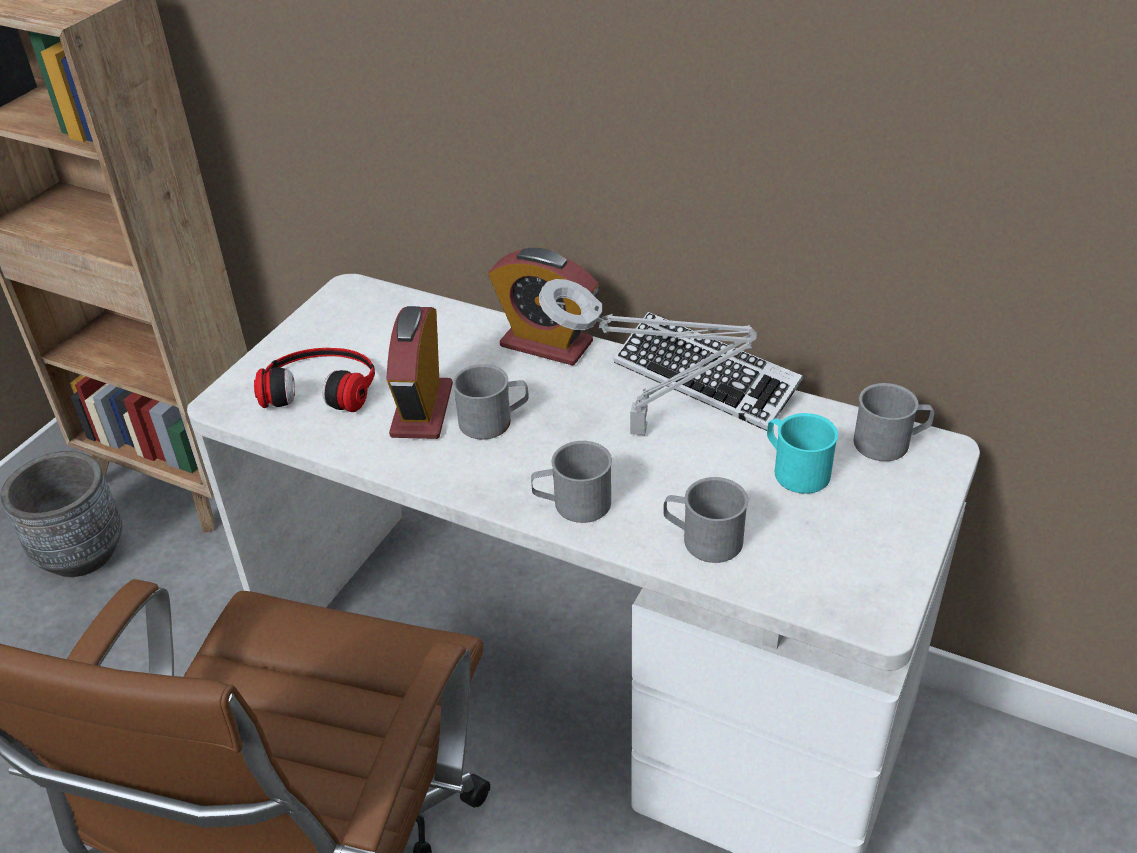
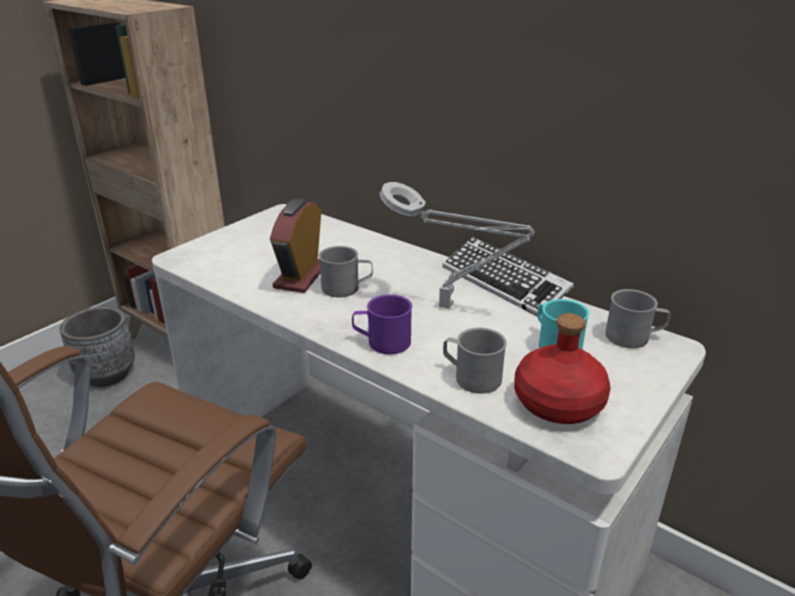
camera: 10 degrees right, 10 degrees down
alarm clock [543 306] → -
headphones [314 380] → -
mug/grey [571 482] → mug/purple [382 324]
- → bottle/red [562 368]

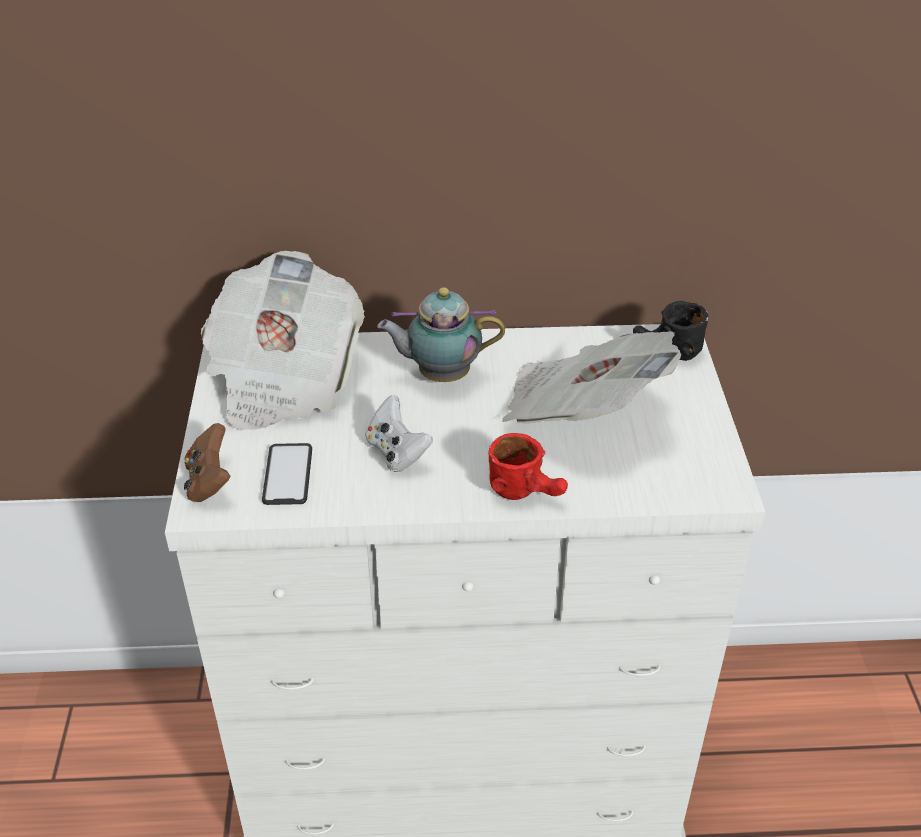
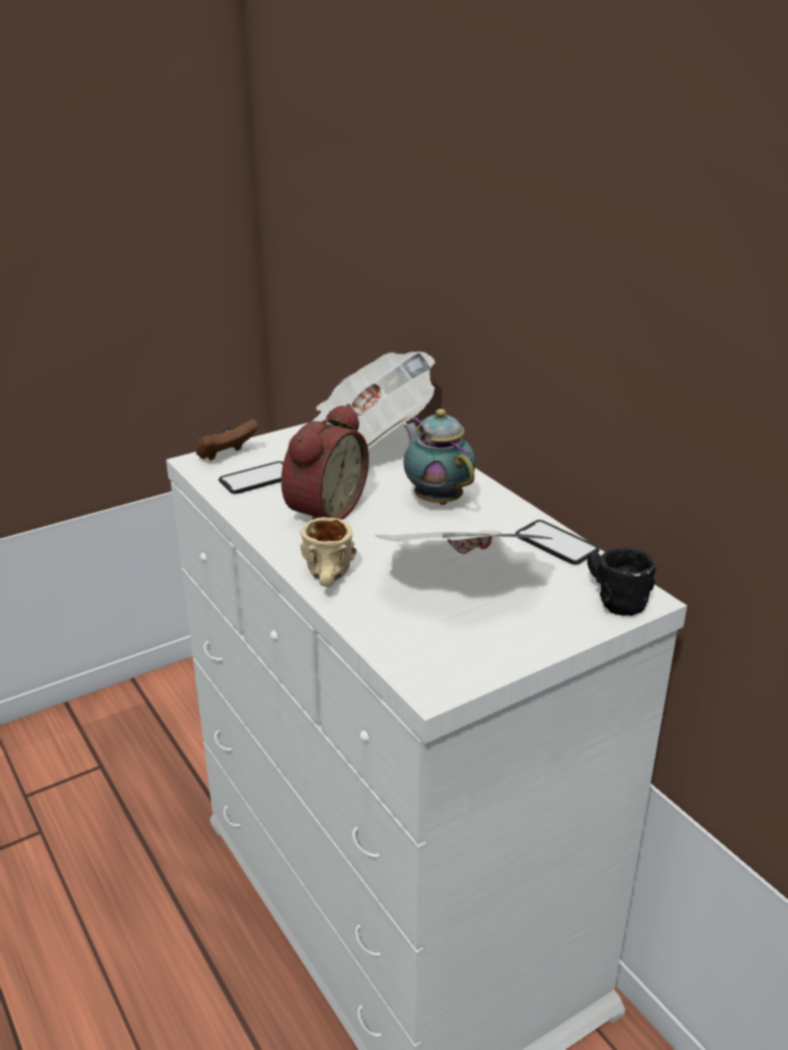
camera: 60 degrees right, 10 degrees down
game controller/white [399 433] → alarm clock [325 462]
mug/red [528 466] → mug/beige [328 552]
- → phone [557 542]

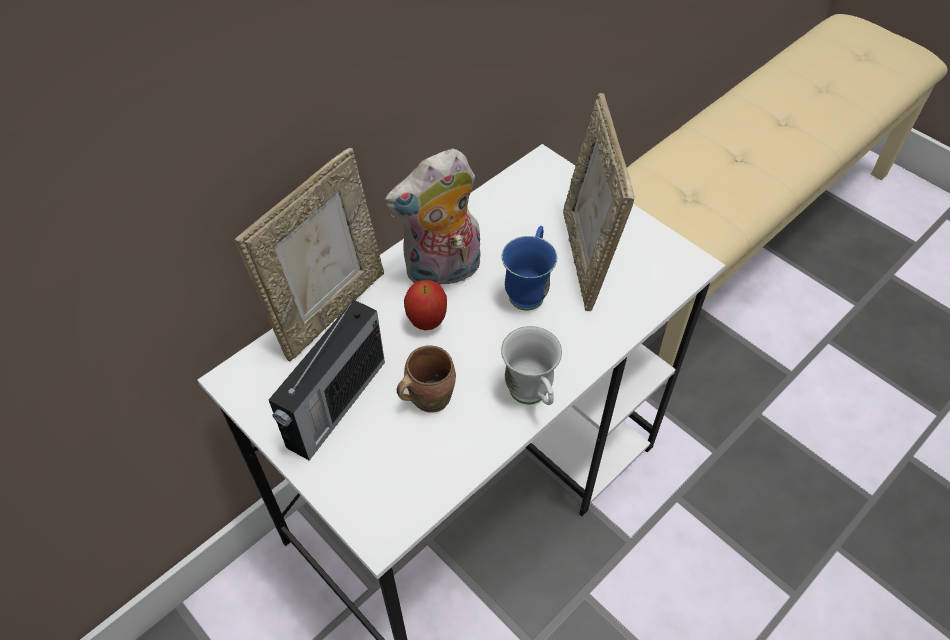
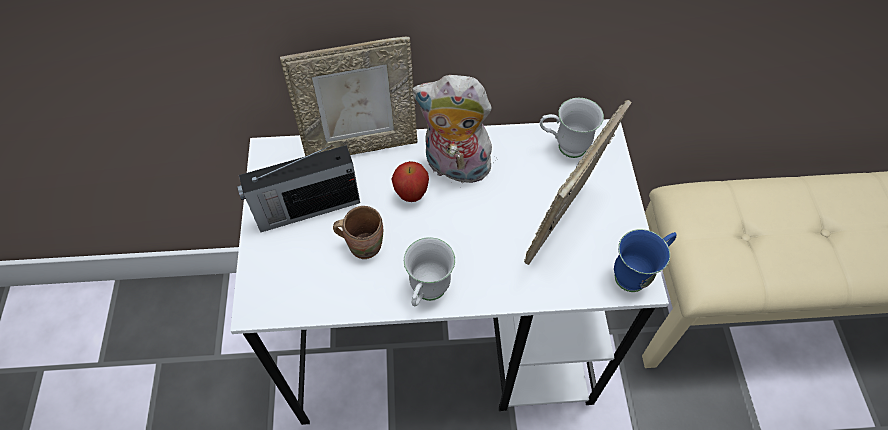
camera: 40 degrees right, 5 degrees up
mug/blue [529 268] → mug/blue [645 260], relocated
- → mug/white [572 128]

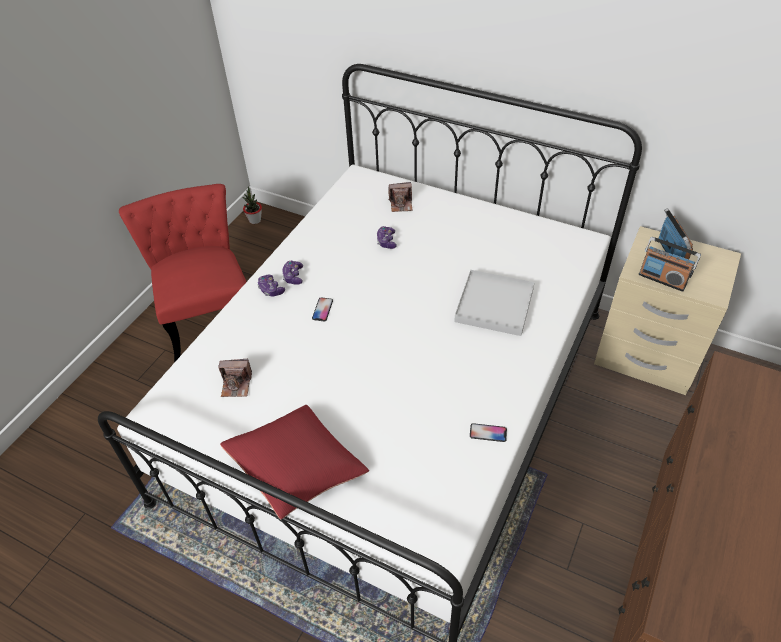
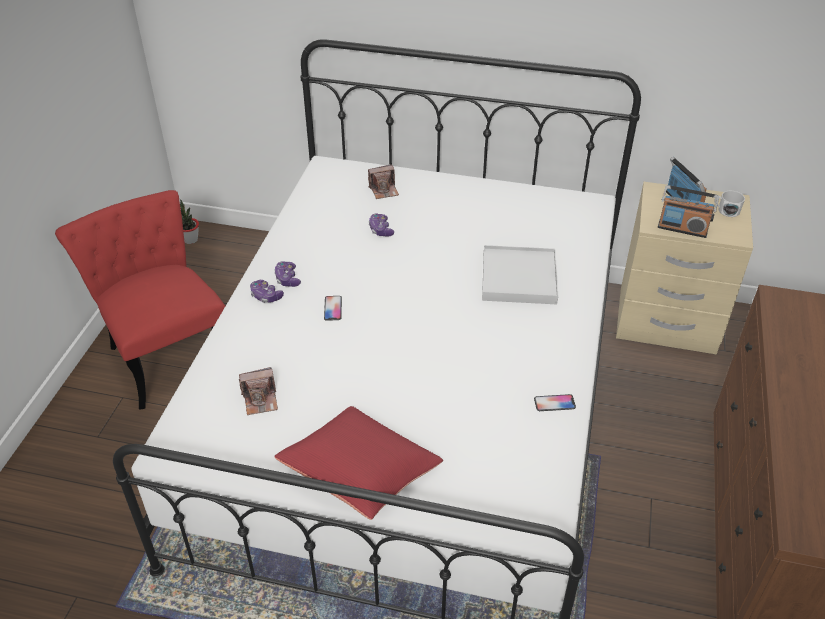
camera: 15 degrees left, 5 degrees down
- → mug/white [729 204]

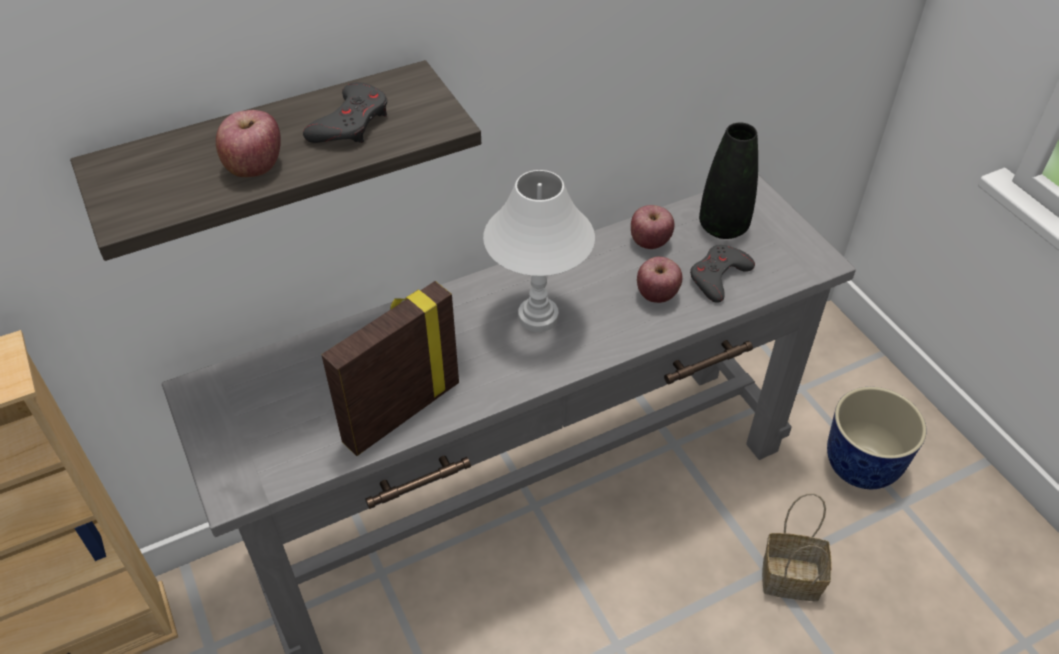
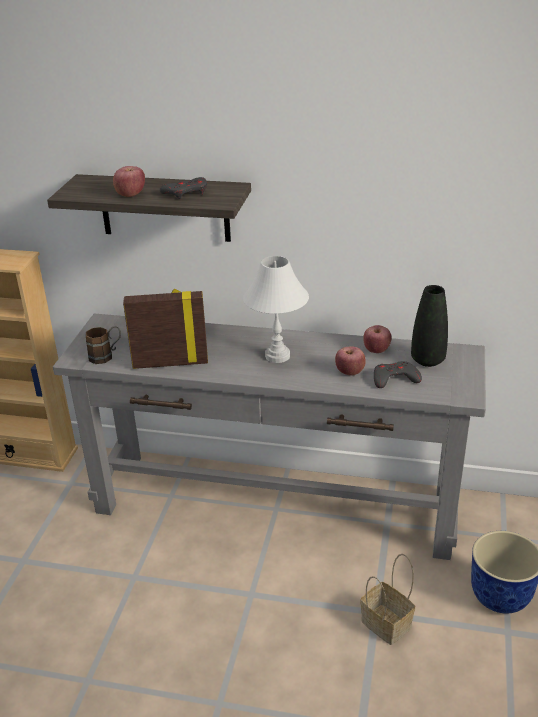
camera: 40 degrees right, 15 degrees down
- → mug/brown [103 345]

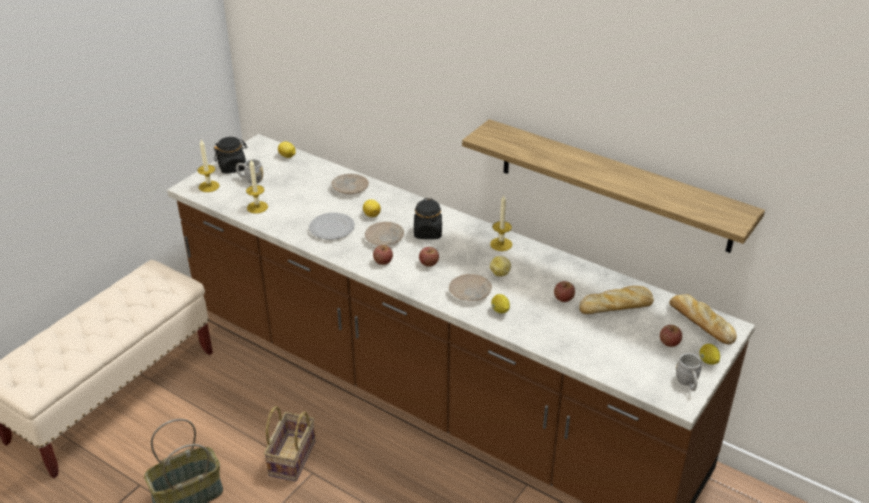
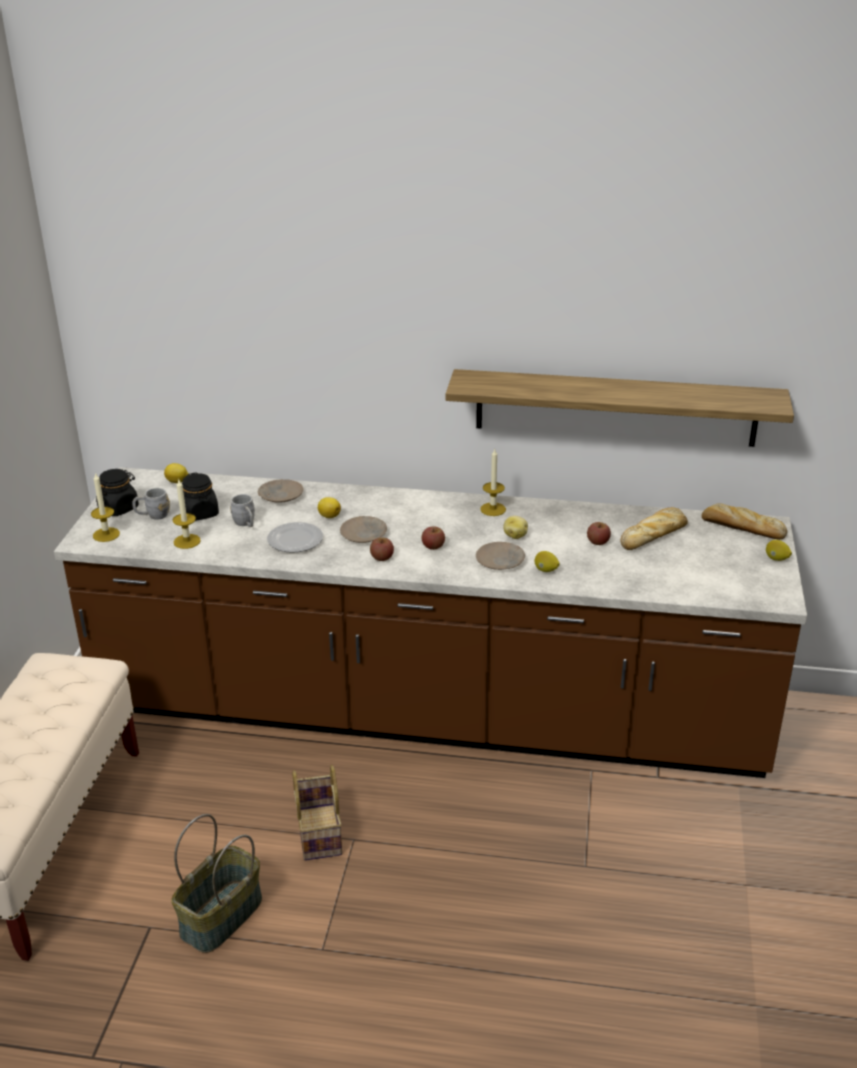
camera: 25 degrees left, 5 degrees down
jar/black [428 218] → jar/black [200 496], relocated
apple [671 336] → -
mug/grey [688 372] → mug/grey [242 510], relocated

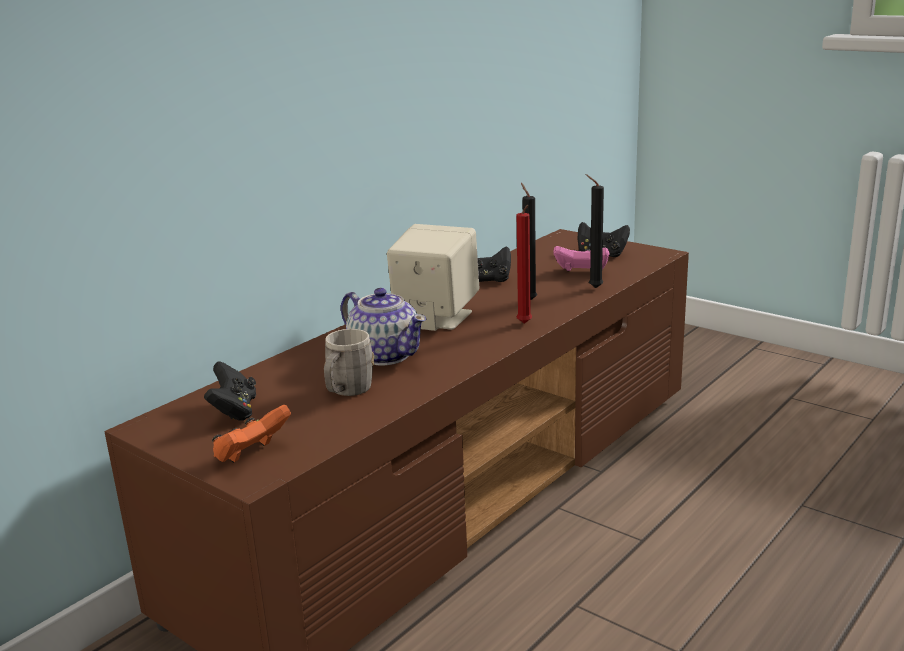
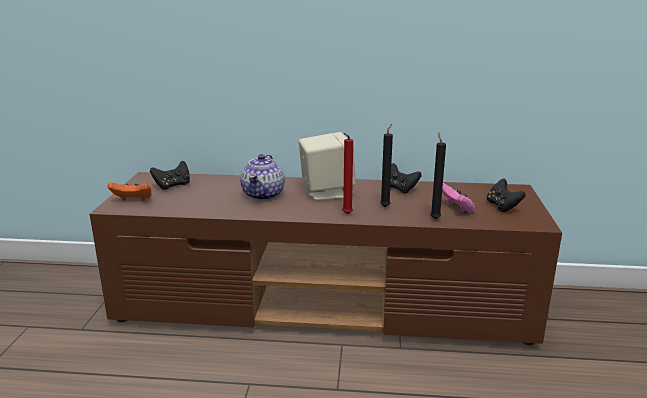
camera: 55 degrees right, 0 degrees up
mug/grey [349 362] → -

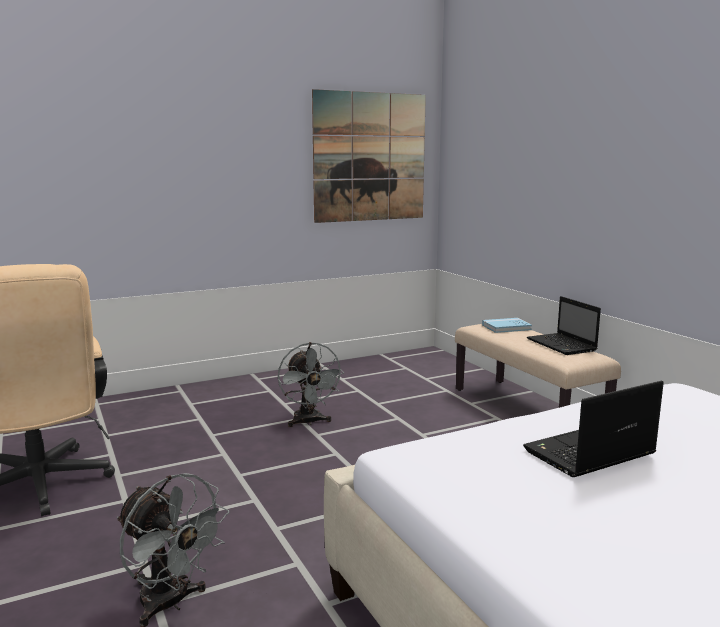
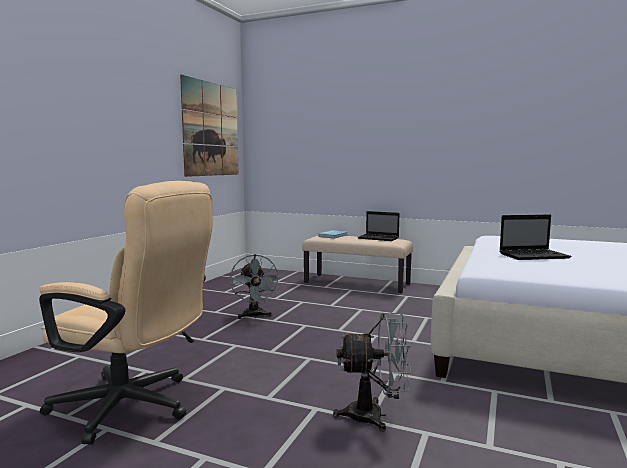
camera: 40 degrees left, 5 degrees down
fan/grey [311 384] → fan/grey [254 286], 45 degrees clockwise
laptop [593 429] → laptop [536 237], 120 degrees counterclockwise

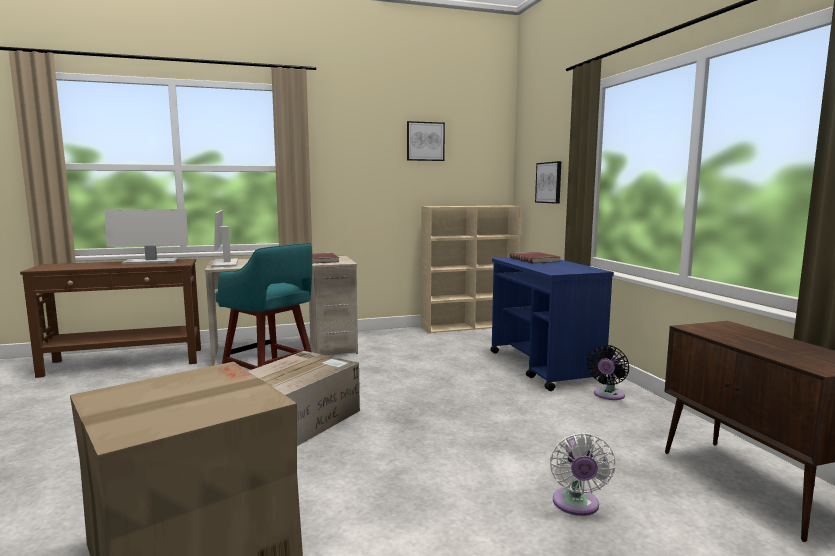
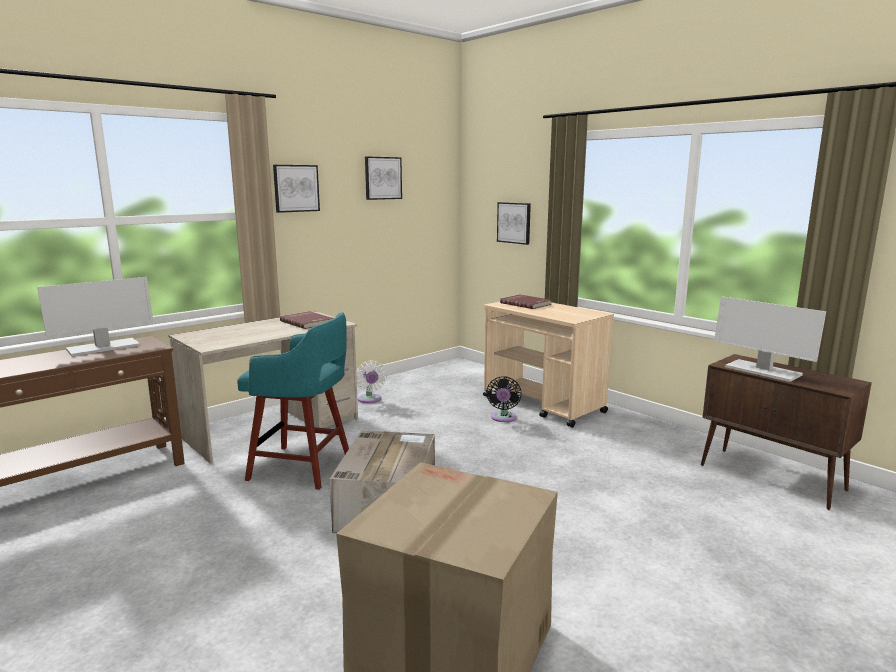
camera: 25 degrees left, 5 degrees up
bookcase/beige [471 269] → -
monitor [224 238] → monitor [770 339], relocated
cart/blue [552 324] → cart/beige [548 365]
fan/black [608 372] → fan/black [503 399], relocated
fan/white [582 474] → fan/white [371 381], relocated
- → picture [296 189]

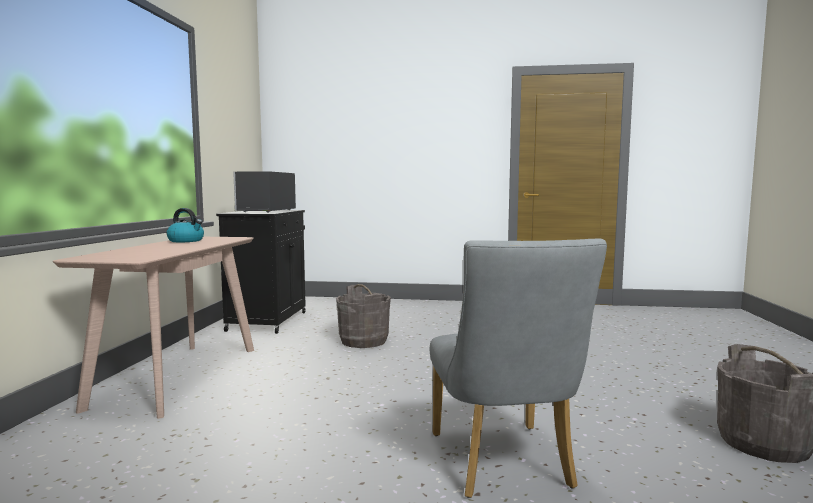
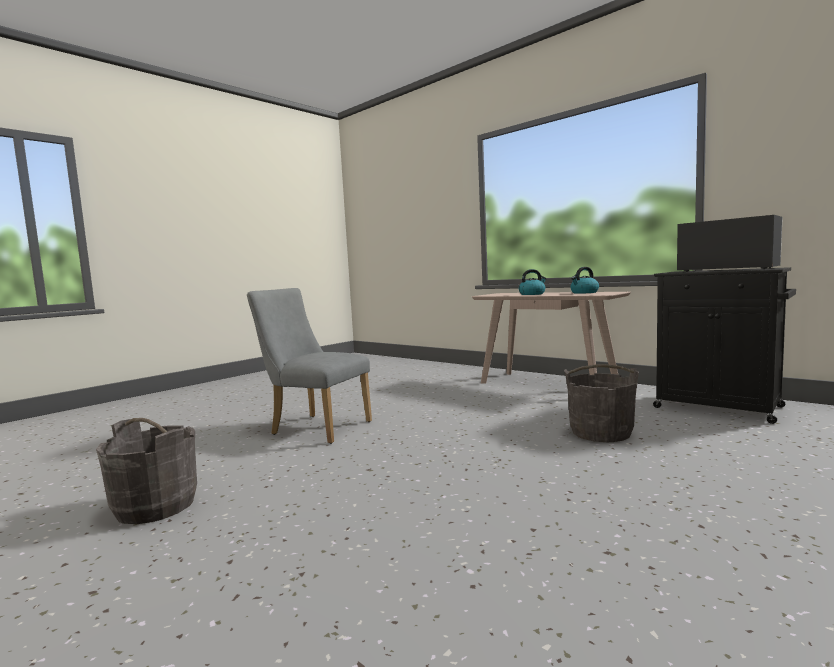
camera: 125 degrees right, 0 degrees up
- → kettle [533 282]

